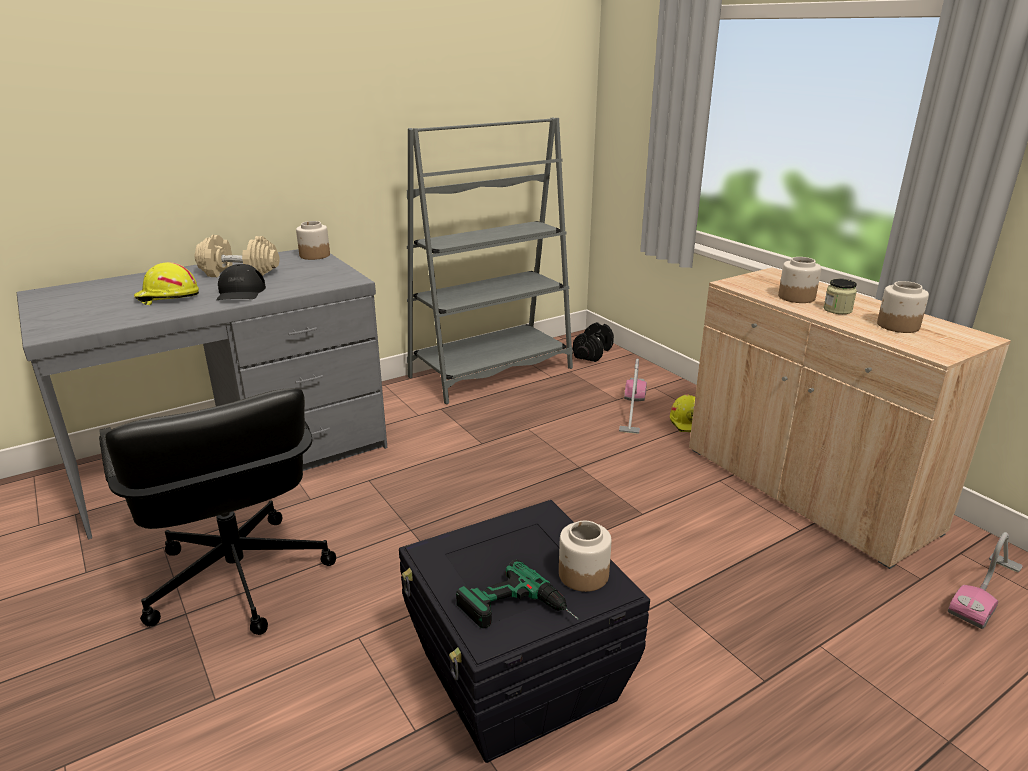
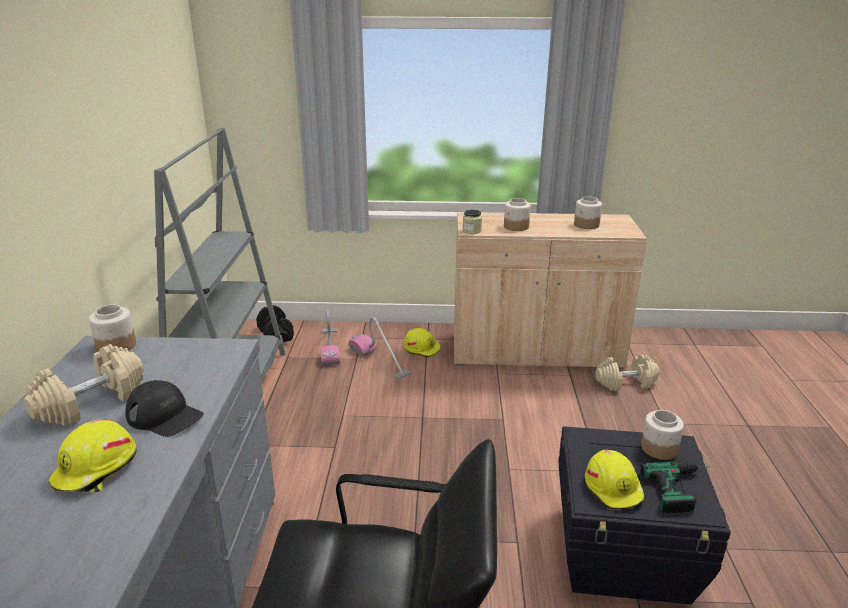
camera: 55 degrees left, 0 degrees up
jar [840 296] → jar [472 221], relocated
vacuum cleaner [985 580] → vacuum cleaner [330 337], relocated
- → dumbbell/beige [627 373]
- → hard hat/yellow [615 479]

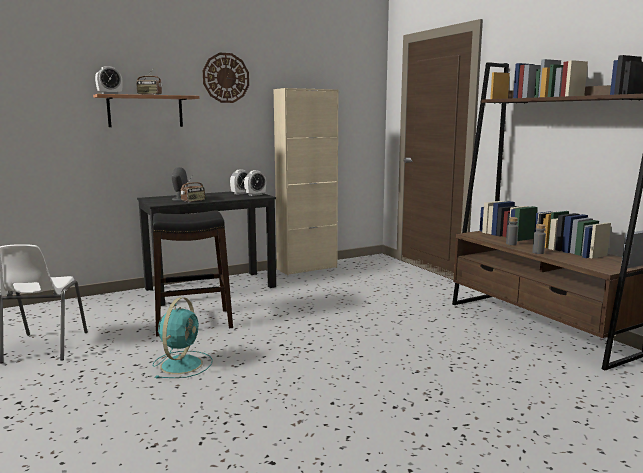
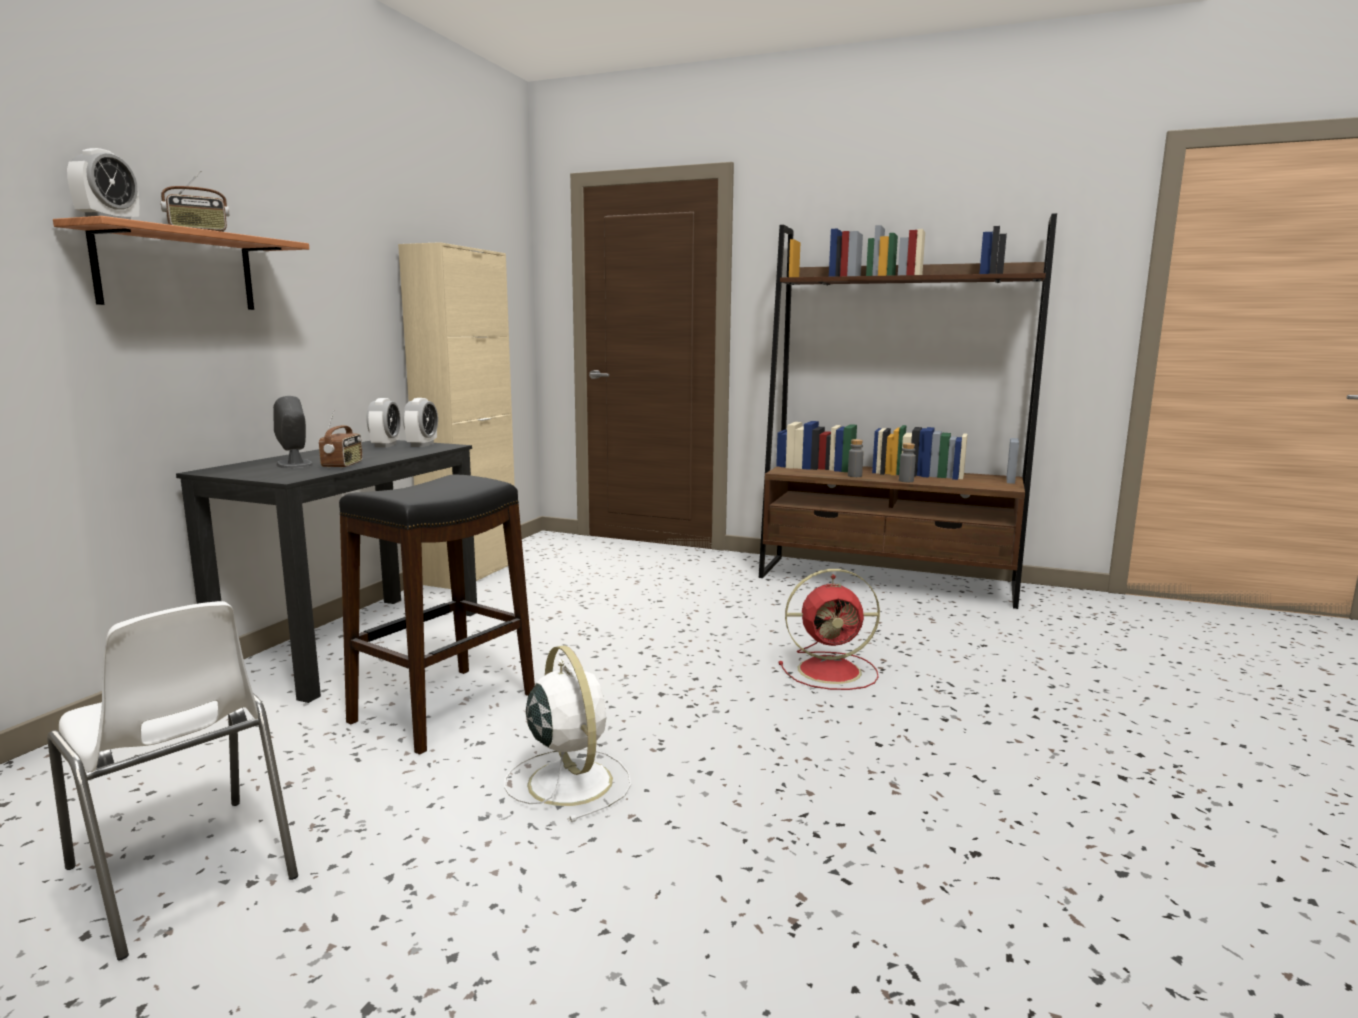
camera: 40 degrees left, 0 degrees up
wall clock [226 78] → -
fan/turquoise [183 337] → fan/white [567 733]
- → fan/red [829 629]

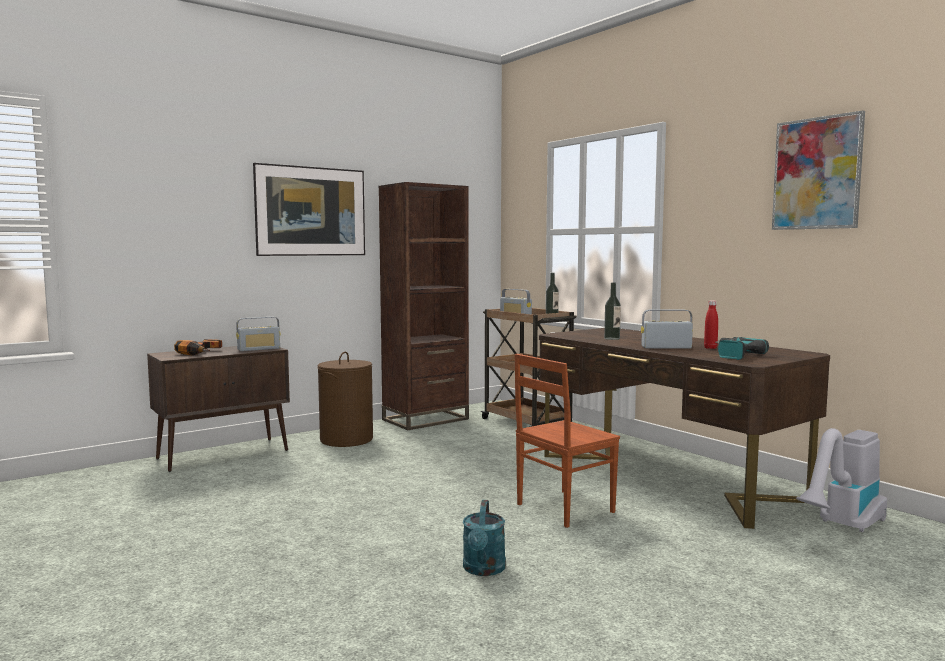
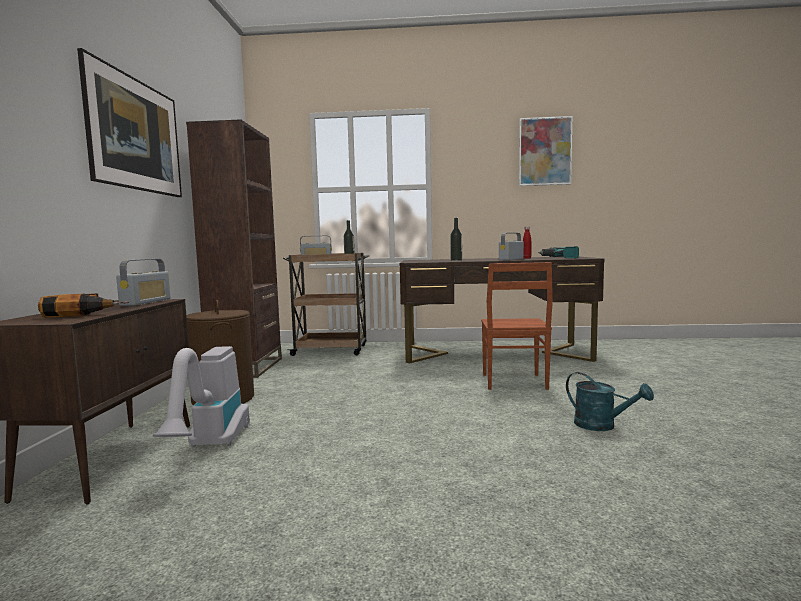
camera: 50 degrees left, 0 degrees up
vacuum cleaner [841 480] → vacuum cleaner [201 396], relocated

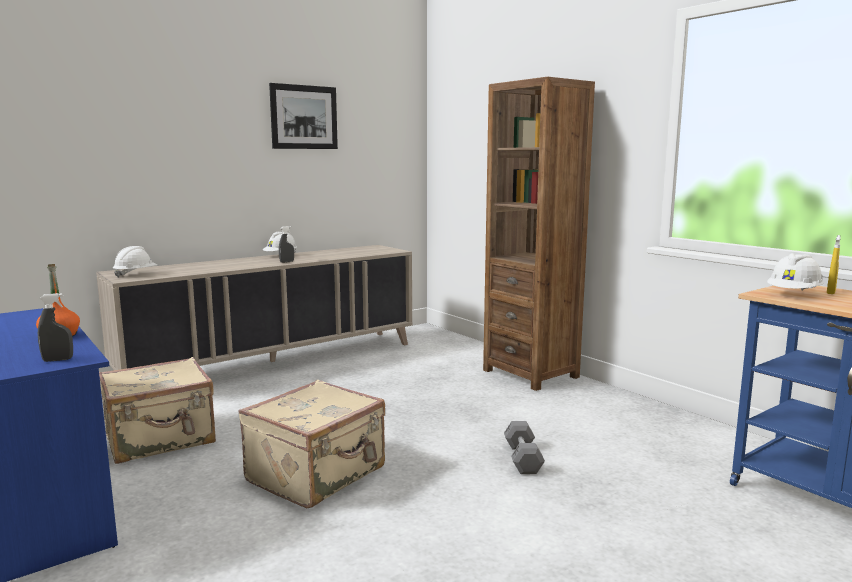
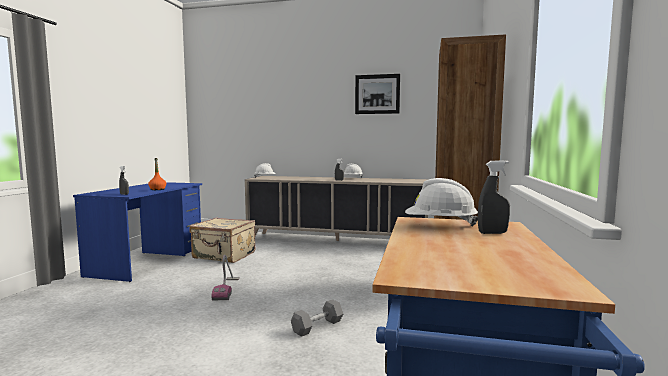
camera: 50 degrees right, 5 degrees down
spray bottle/yellow [834 264] → spray bottle/grey [494 197]
suitcase/beige [311 444] → vacuum cleaner [225 277]

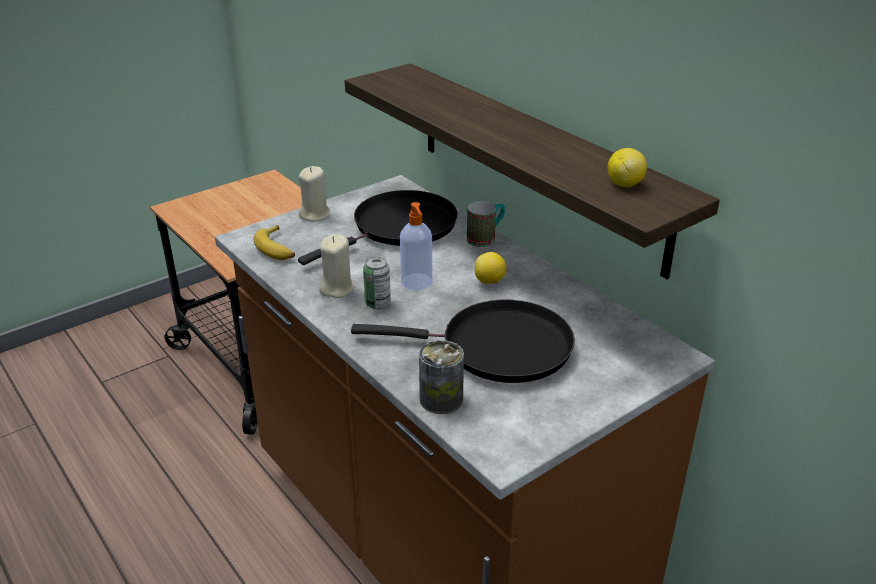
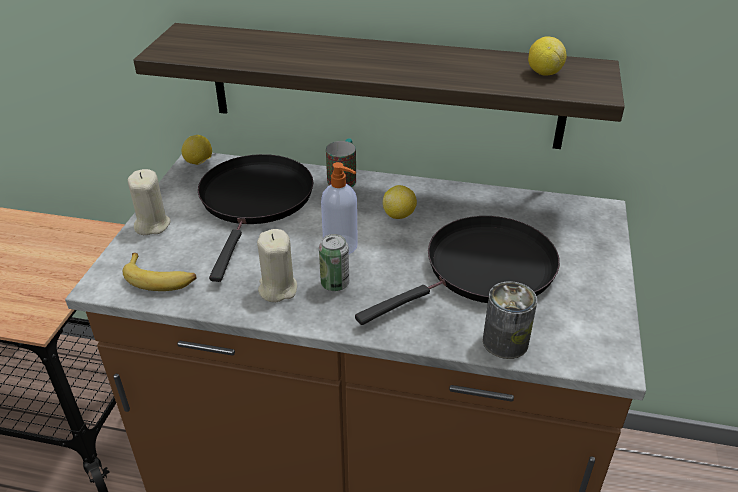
camera: 40 degrees left, 5 degrees up
- → lemon [196 150]

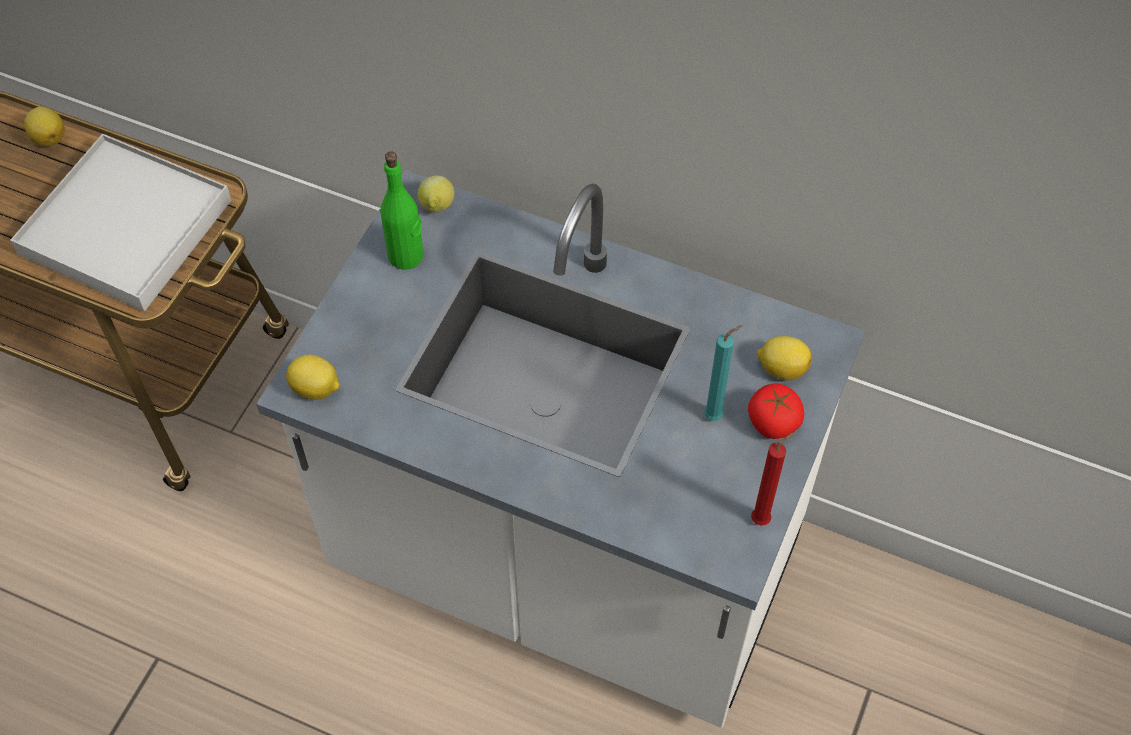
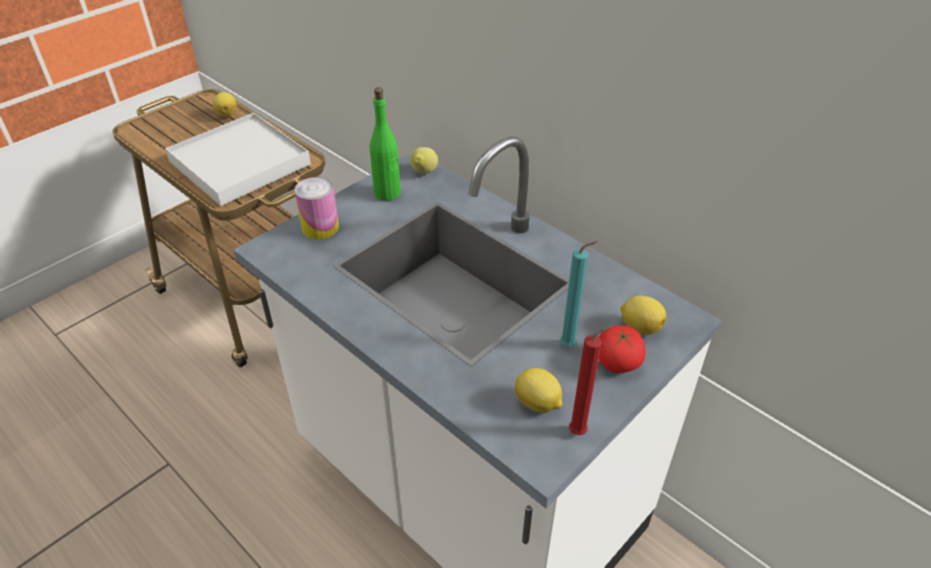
camera: 20 degrees right, 15 degrees down
lemon [313 377] → lemon [538 390], relocated
- → can [317 208]

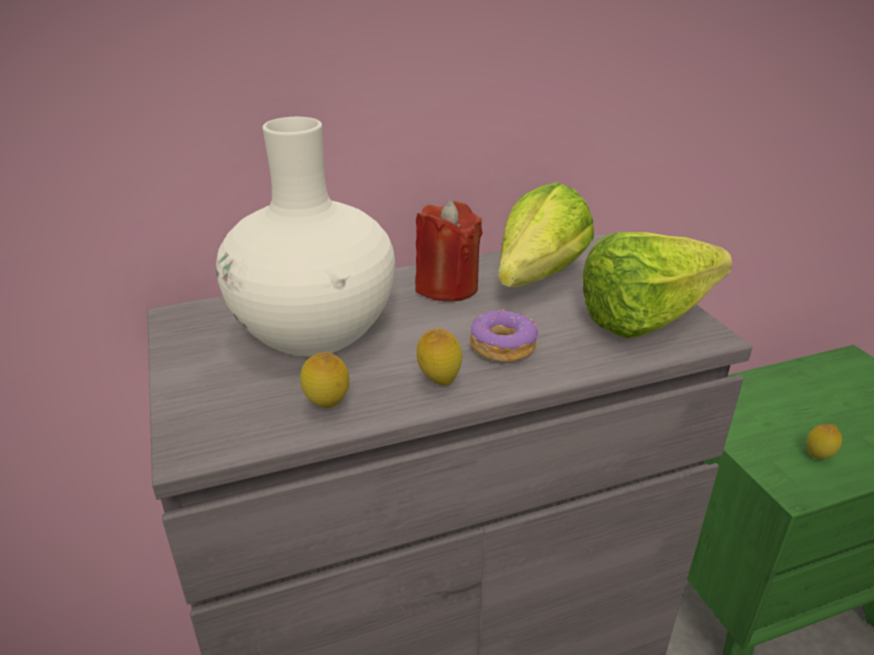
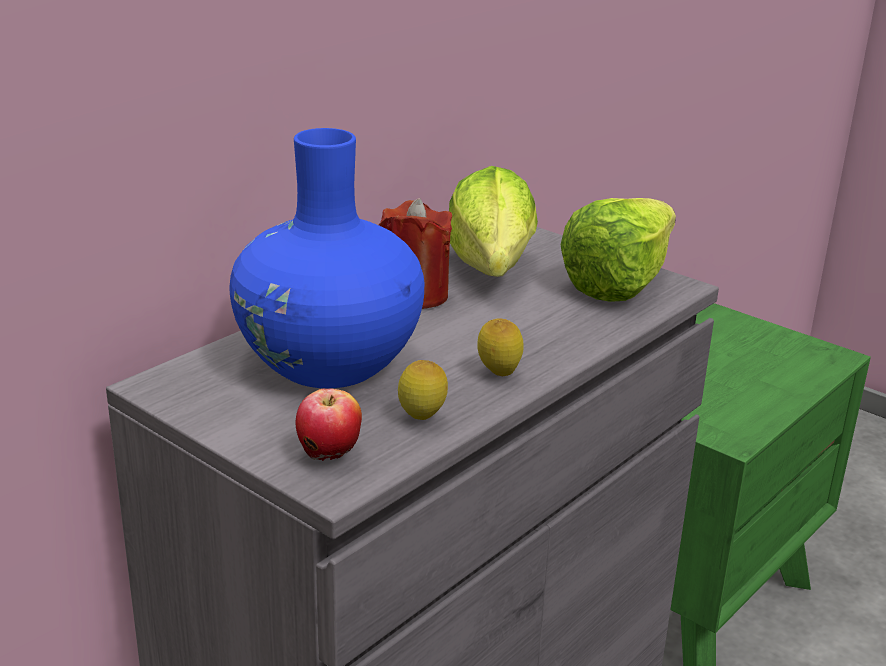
camera: 30 degrees left, 5 degrees down
vase/white [305 237] → vase/blue [326 258]
donut [504 335] → -
lemon [824 441] → -
- → apple [329 425]

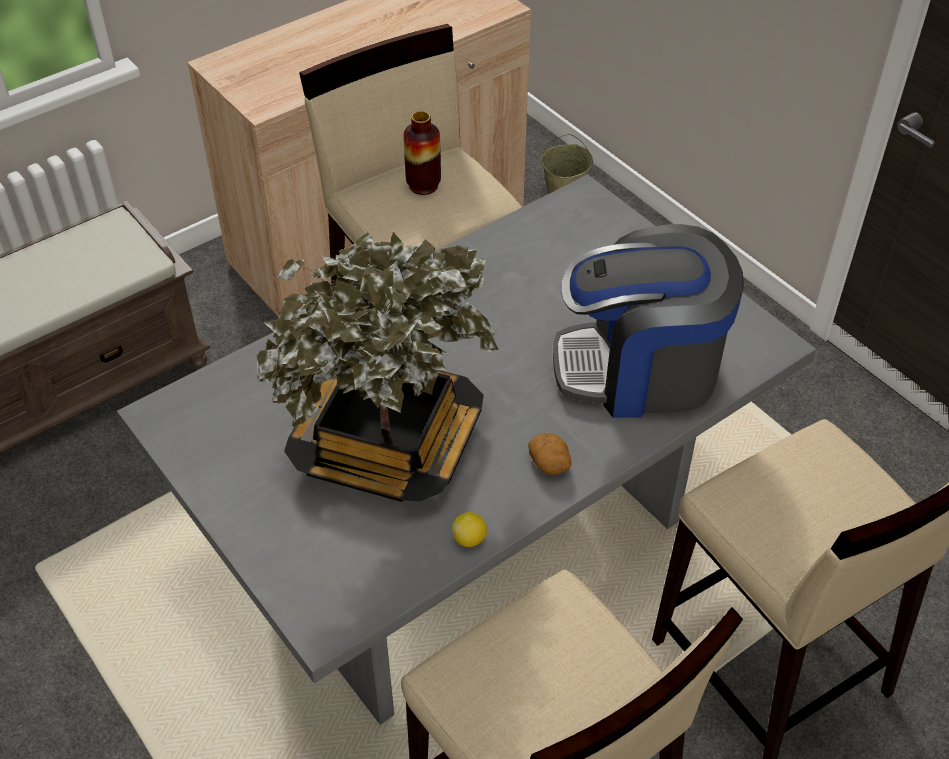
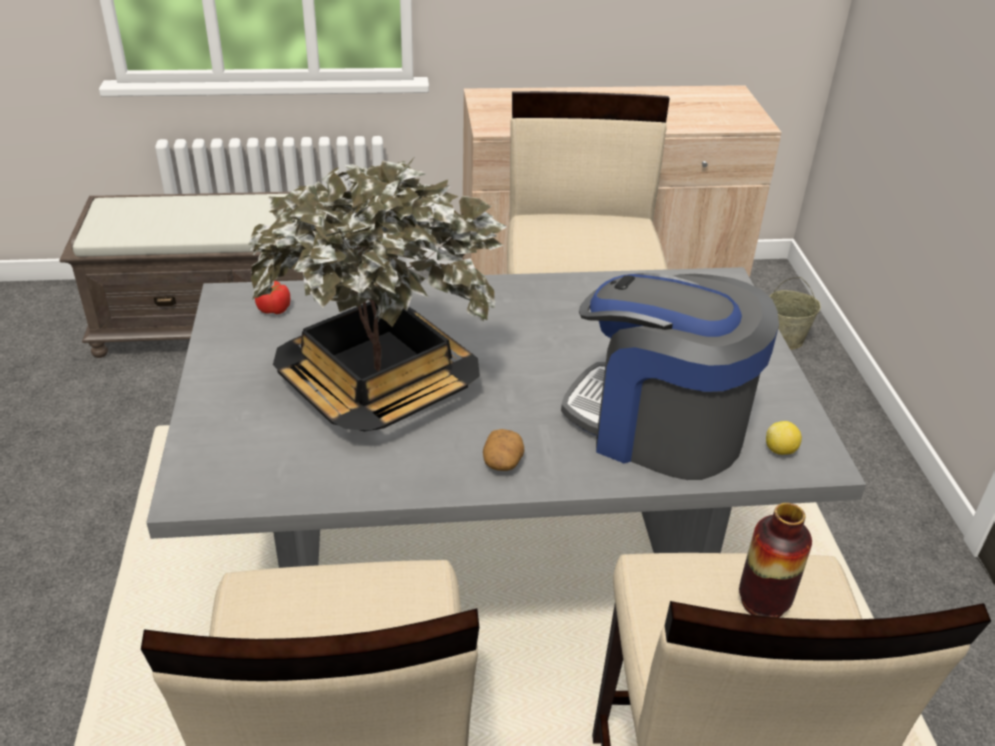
camera: 30 degrees right, 10 degrees down
vase [422 153] → vase [775 560], relocated
lemon [469 529] → lemon [784 438], relocated
- → tomato [272 297]

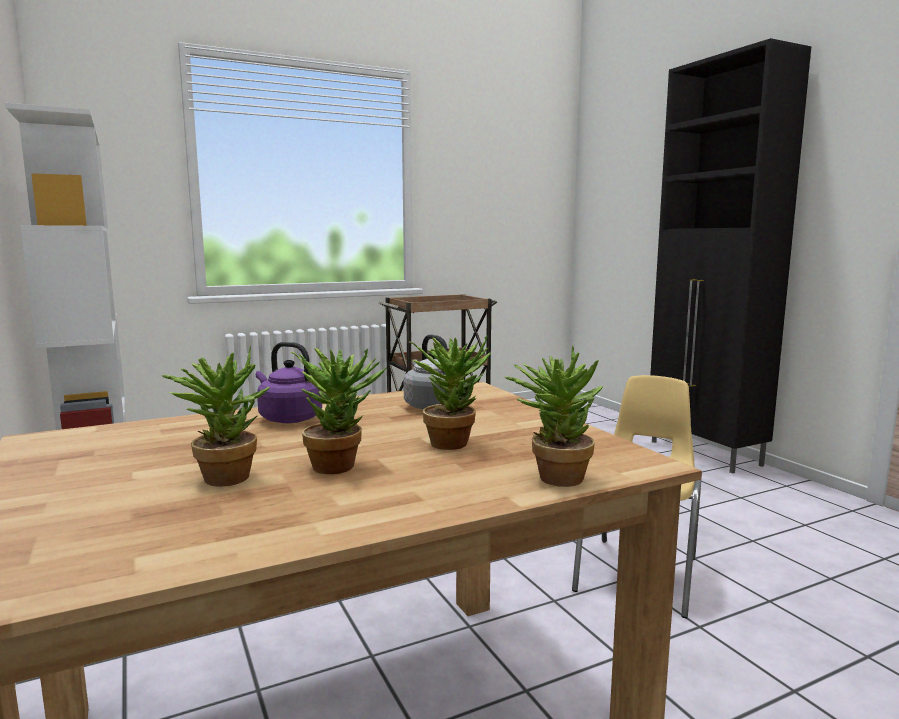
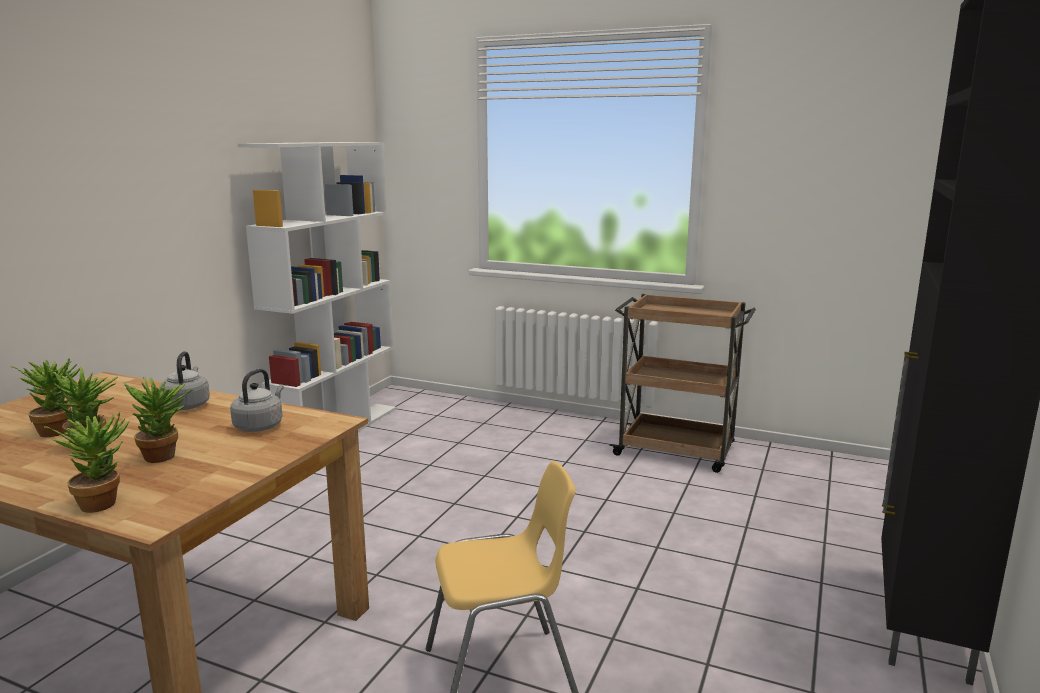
camera: 50 degrees right, 5 degrees up
kettle/purple [289 382] → kettle/grey [185 380]

